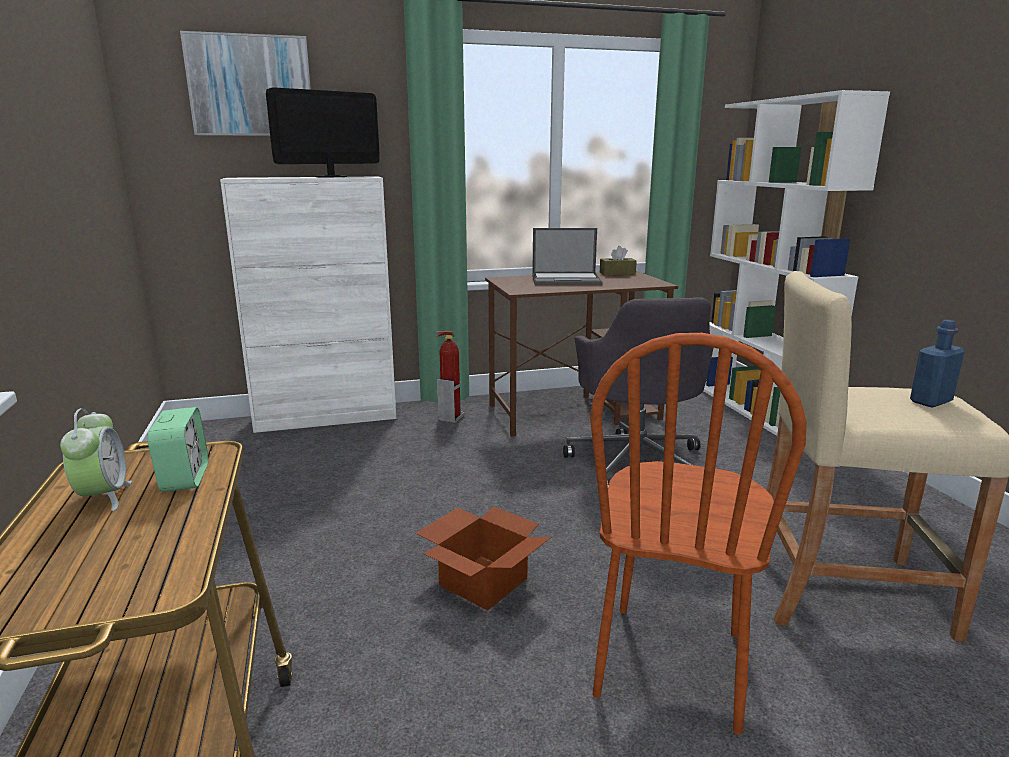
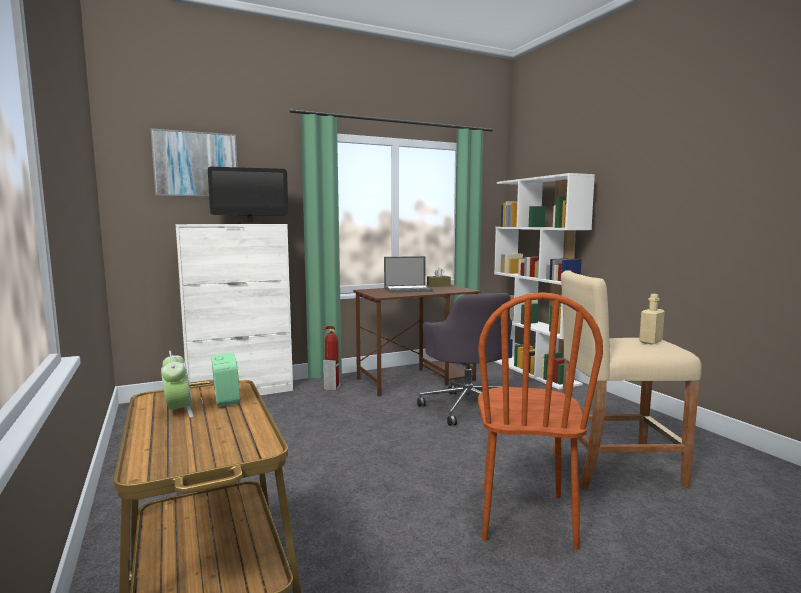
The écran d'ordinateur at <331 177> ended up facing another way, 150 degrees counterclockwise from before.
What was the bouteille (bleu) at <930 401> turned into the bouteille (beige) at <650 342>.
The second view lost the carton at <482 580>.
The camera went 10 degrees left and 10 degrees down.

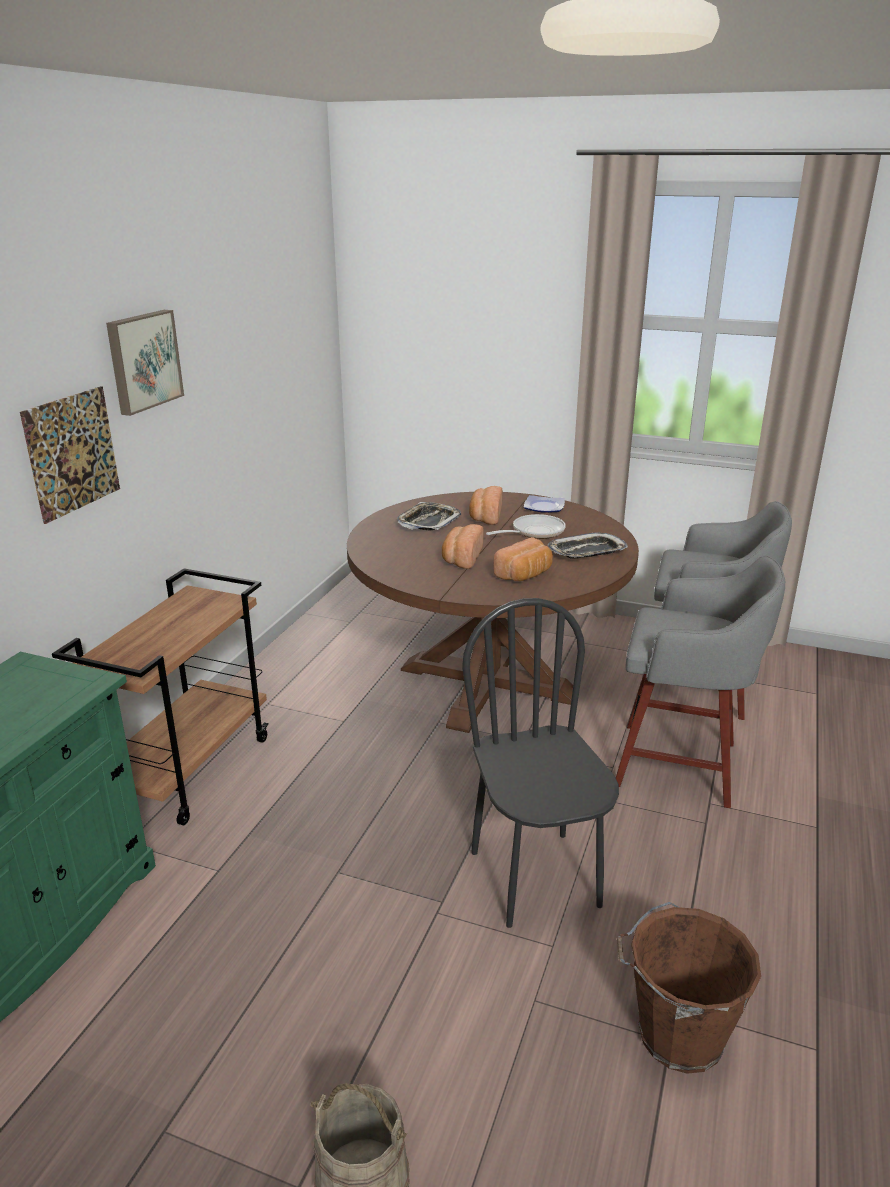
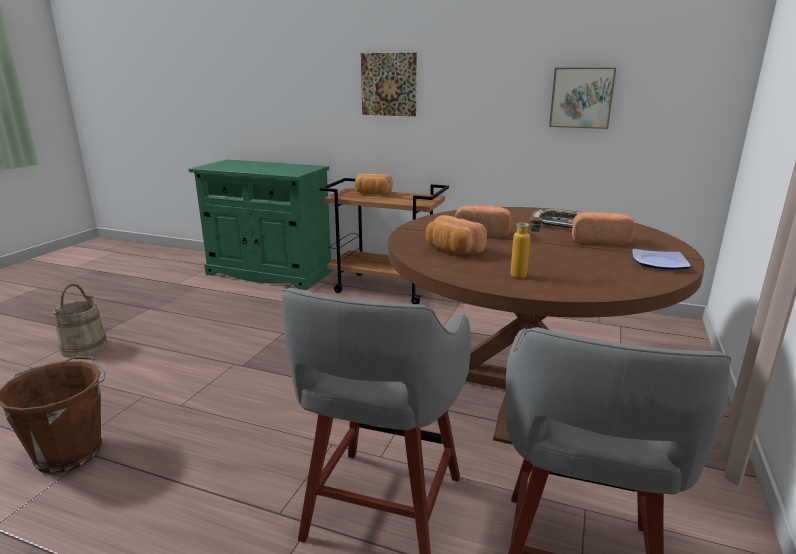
The second view gained the pain at <372 194>.
Where the plateau stood at <587 552>, the bouteille came to stand at <524 275>.
The tableau ended up elsewhere, having gone from <143 361> to <581 98>.
The second view lost the chaise (noir) at <536 878>.
The second view lost the poêle at <534 532>.
The camera went 90 degrees right and 5 degrees down.

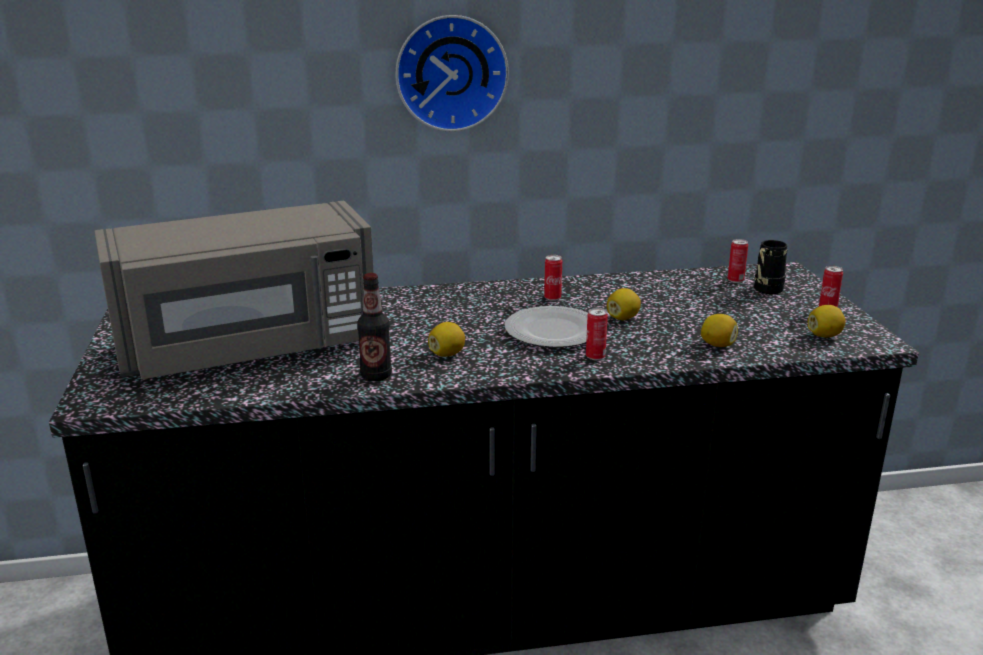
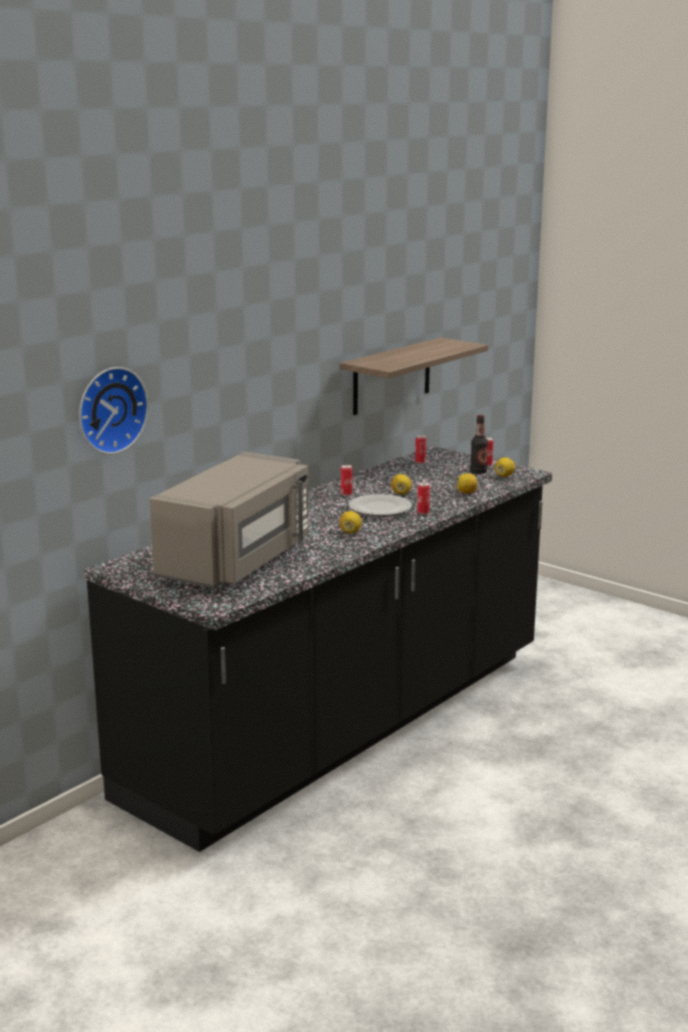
The horloge murale ended up elsewhere, having gone from <451 73> to <109 409>.
The second view gained the étagère at <391 376>.
The bouteille ended up elsewhere, having gone from <376 376> to <478 472>.
The second view lost the mug (noir) at <765 291>.
The camera went 40 degrees left and 5 degrees down.

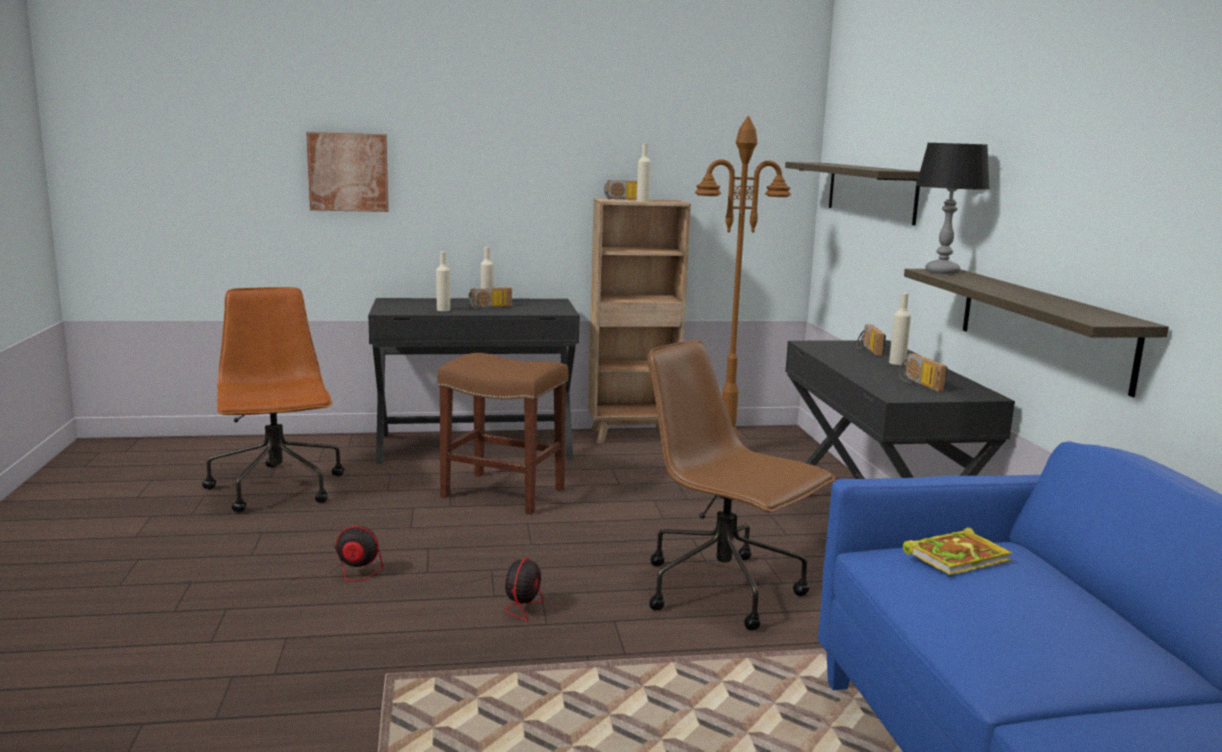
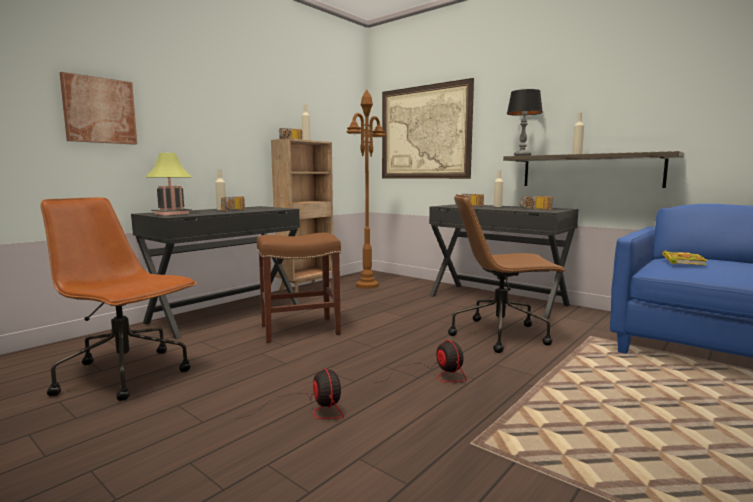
The second view gained the lampe de table at <171 214>.
The ventilateur at <337 580> ended up facing another way, 105 degrees clockwise from before.
Where the étagère hung at <870 191>, the tableau came to hang at <424 132>.
The bouteille (beige) ended up elsewhere, having gone from <443 310> to <577 154>.
The camera went 40 degrees left and 5 degrees down.

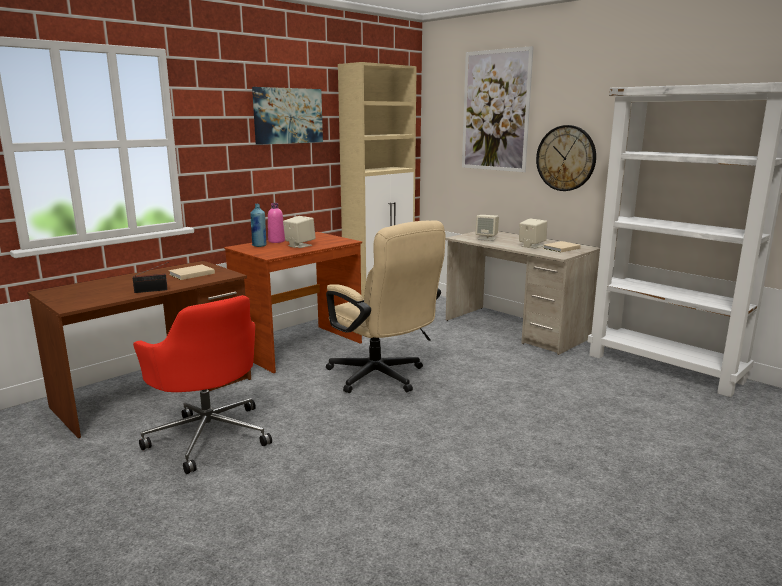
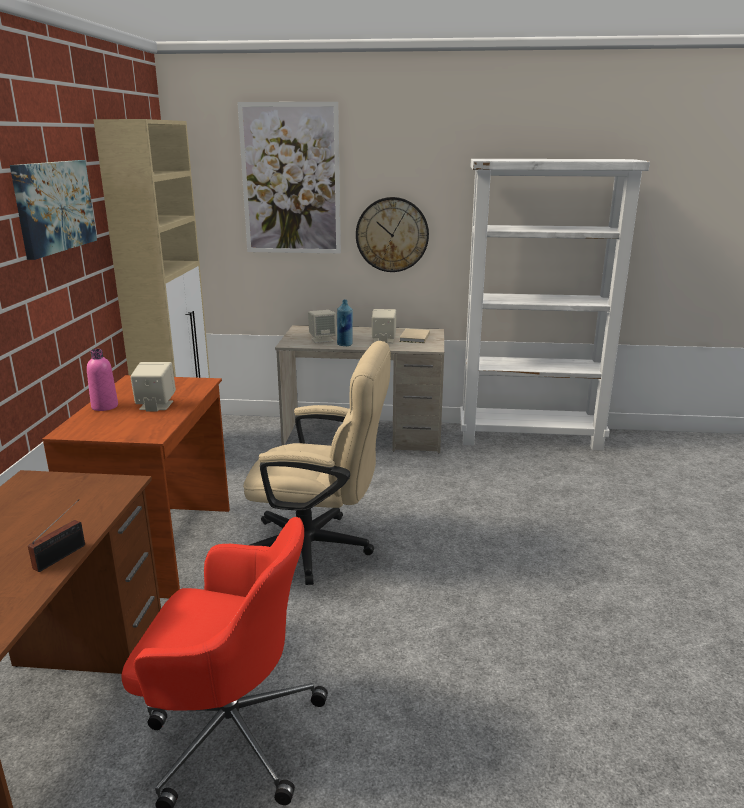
The bouteille (bleu) ended up elsewhere, having gone from <259 245> to <345 344>.
The second view lost the livre (beige) at <190 274>.
The camera went 40 degrees left and 5 degrees up.

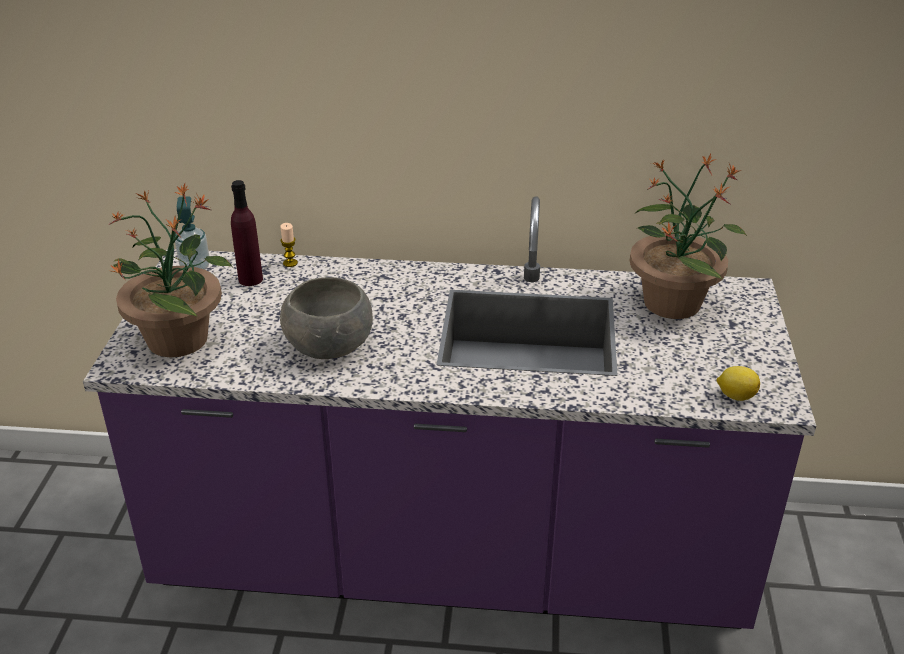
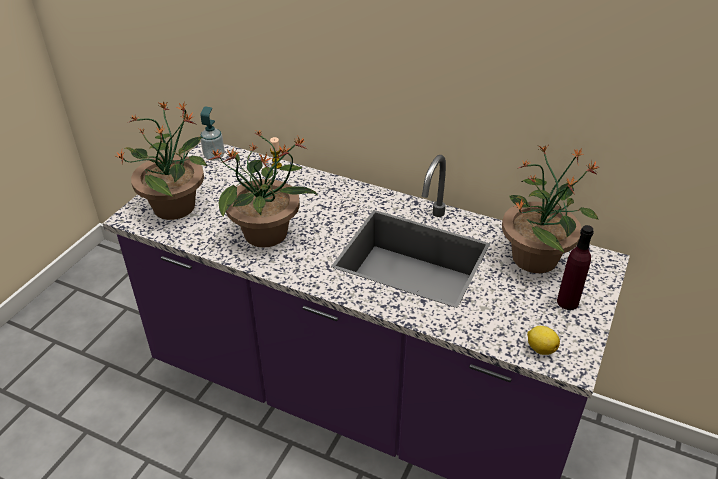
Where the bol (gris) stood at <329 345>, the plante en pot came to stand at <267 234>.
The bouteille (violet) ended up elsewhere, having gone from <250 279> to <567 302>.
The camera went 20 degrees right and 5 degrees up.

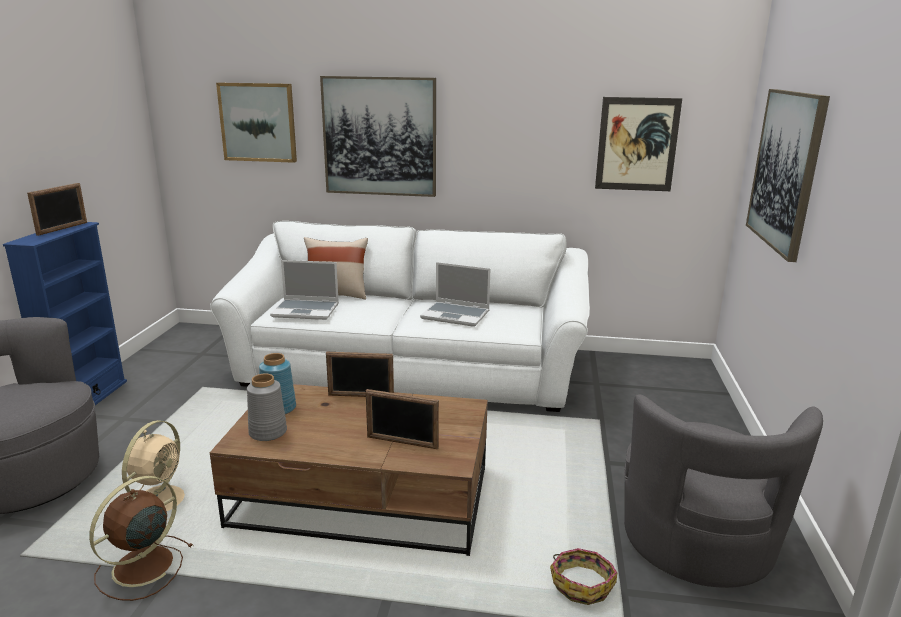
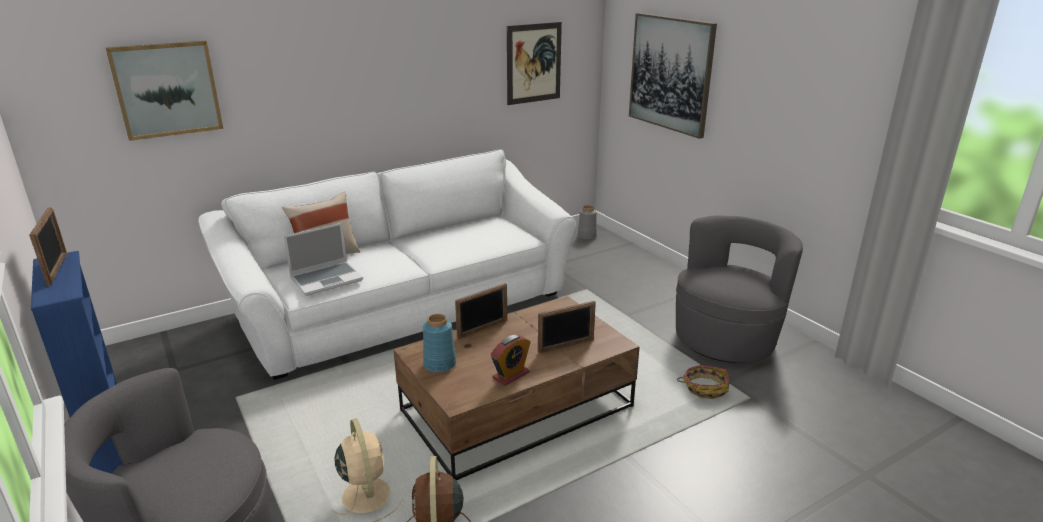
The second view gained the réveil at <511 375>.
The vase (gris) ended up elsewhere, having gone from <268 433> to <587 236>.
The fauteuil (gris) at <697 545> ended up facing another way, 105 degrees counterclockwise from before.
The second view lost the tableau at <380 136>.
The second view lost the ordinateur portable at <456 315>.
The camera went 40 degrees left and 5 degrees up.

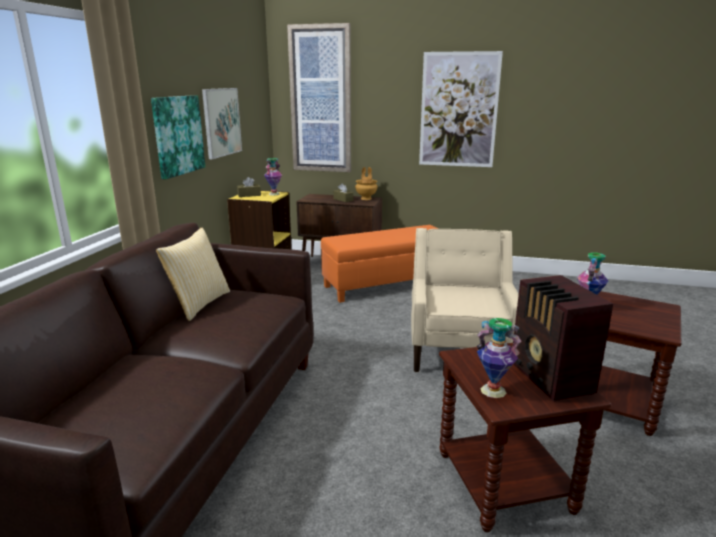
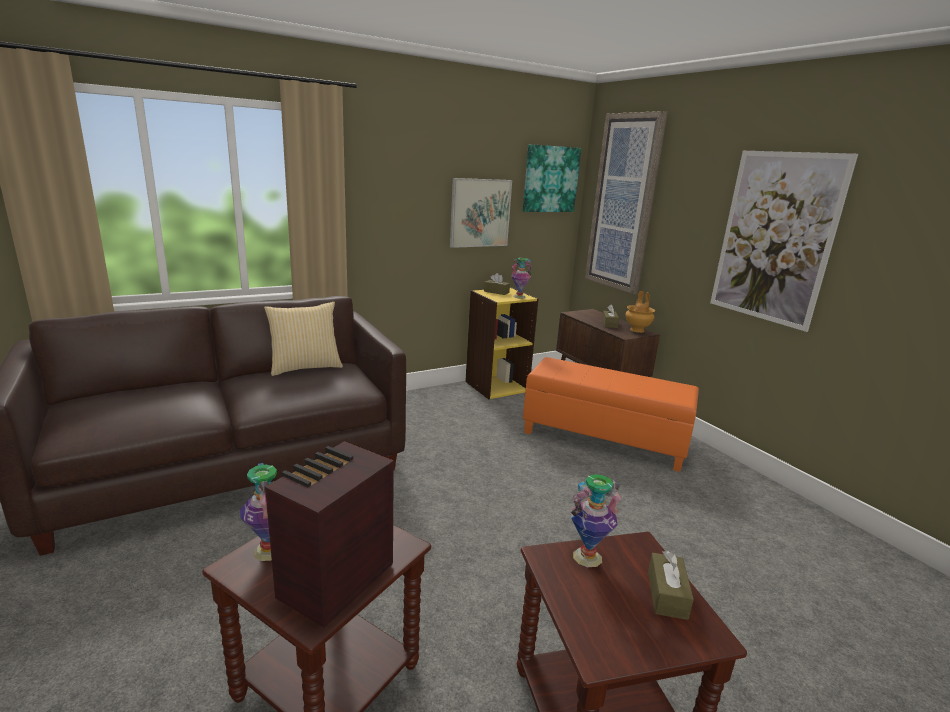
The tableau ended up elsewhere, having gone from <177 135> to <550 179>.
The second view gained the boîte à mouchoirs (marron) at <667 594>.
The second view lost the fauteuil (beige) at <459 348>.
The camera went 45 degrees right and 0 degrees up.

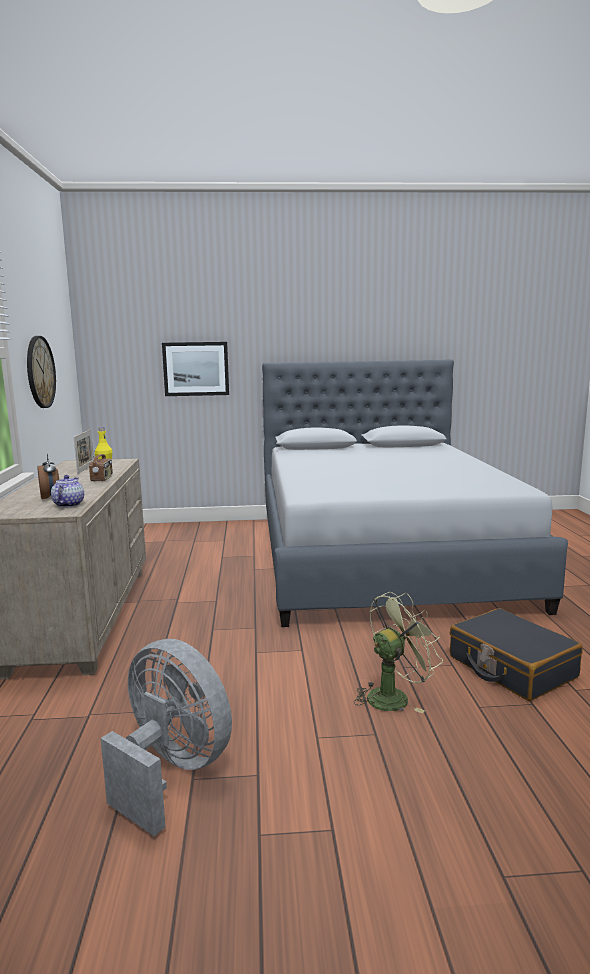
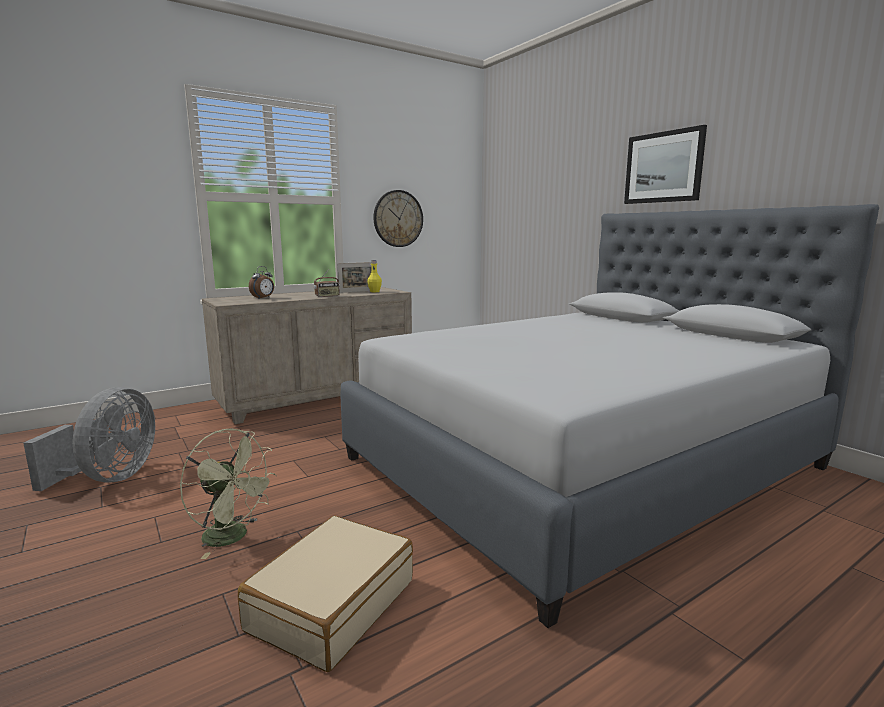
What was the valise (noir) at <511 667> turned into the valise (beige) at <332 604>.
The tableau ended up elsewhere, having gone from <196 369> to <663 167>.
The second view lost the théière at <68 504>.
The camera went 60 degrees right and 0 degrees up.

